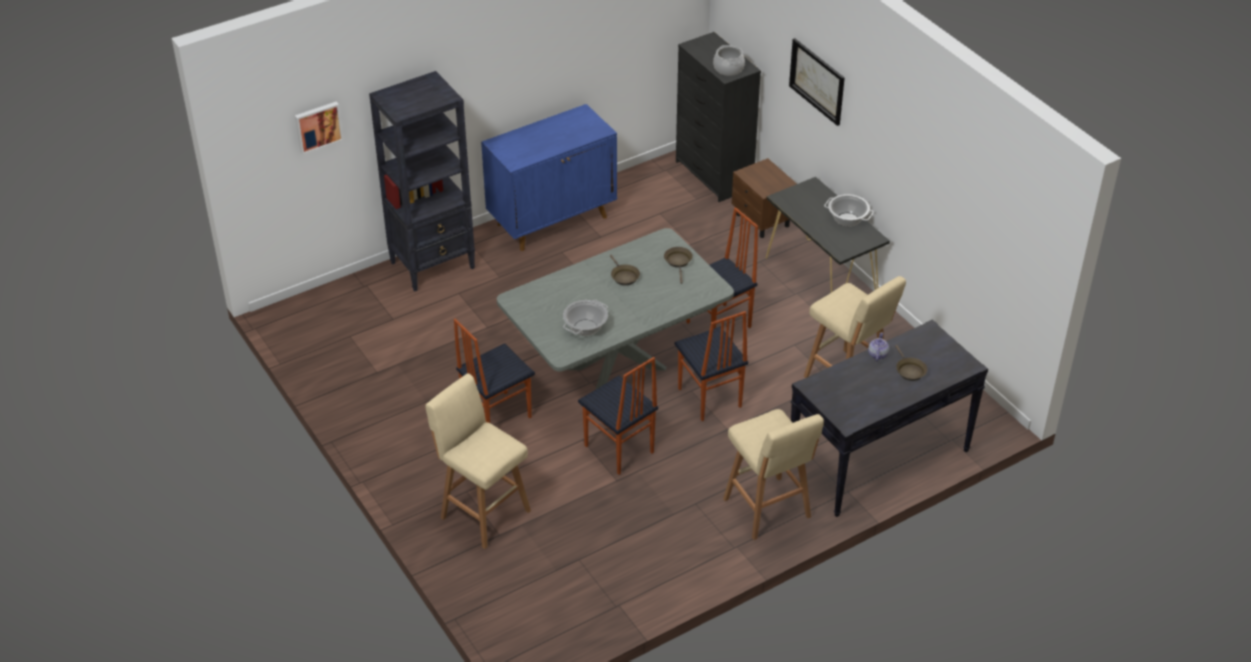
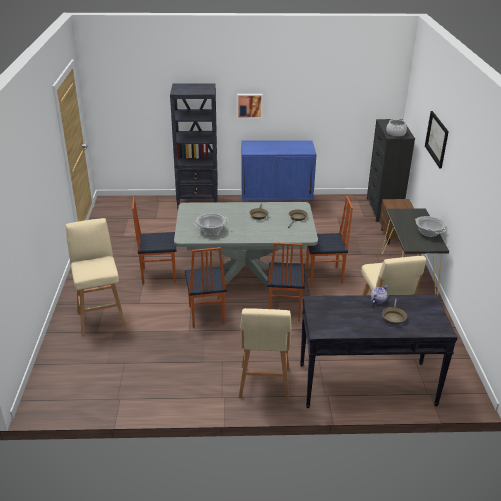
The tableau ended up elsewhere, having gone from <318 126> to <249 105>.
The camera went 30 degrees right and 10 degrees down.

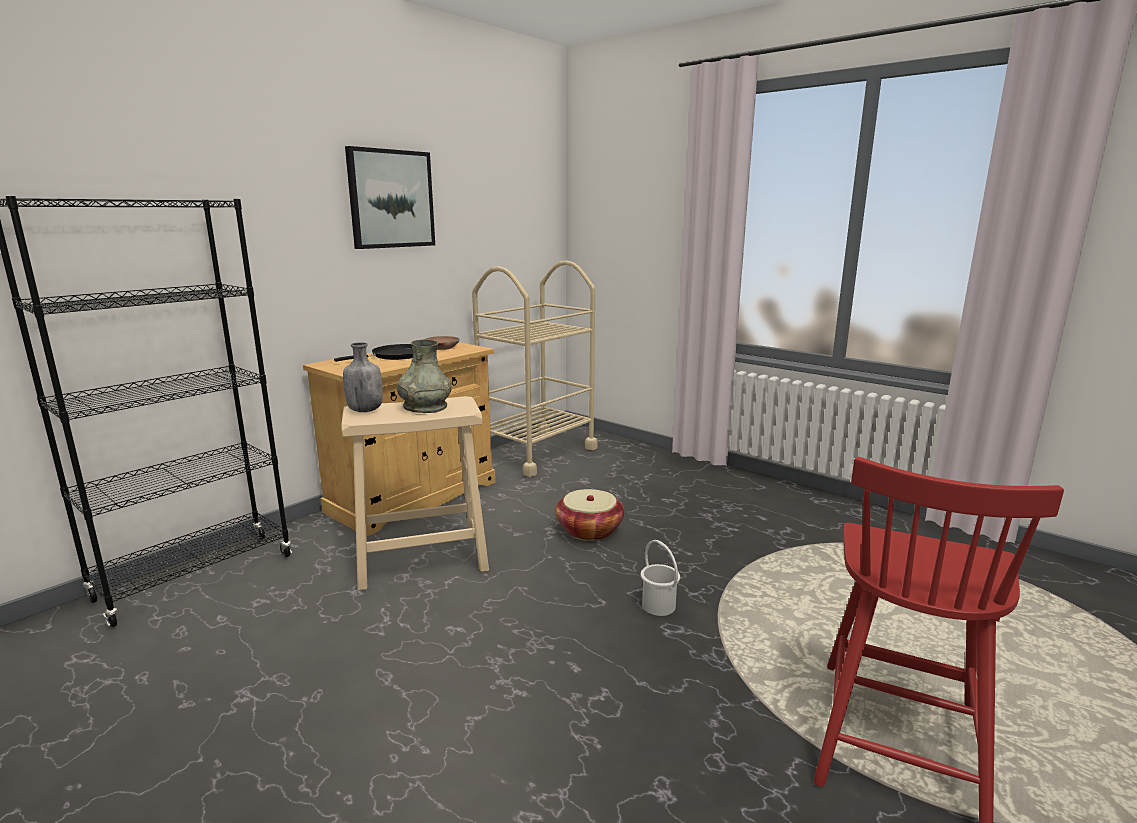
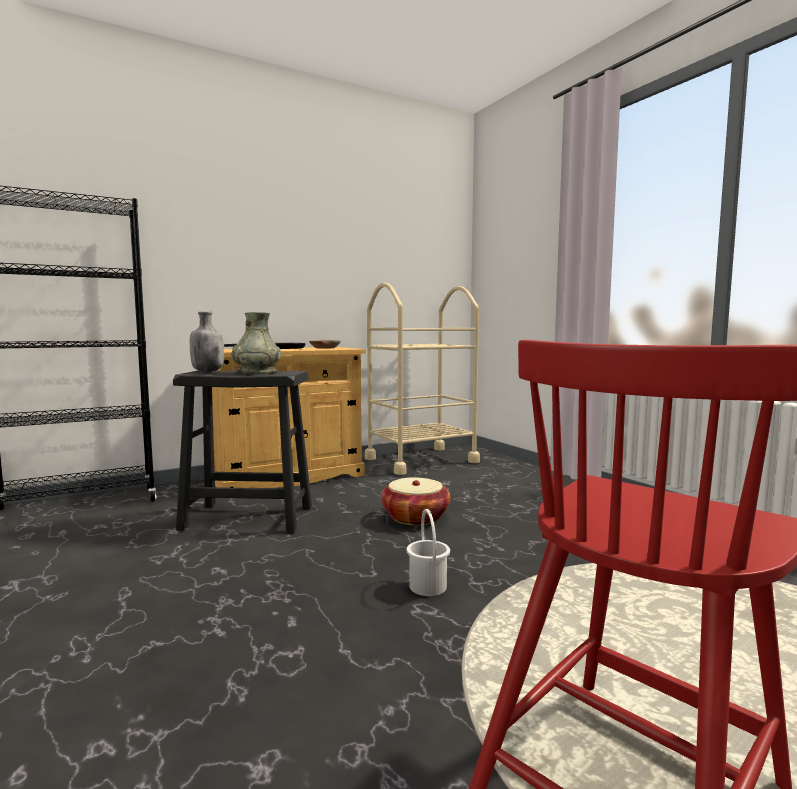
What was the tabouret (beige) at <421 559> turned into the tabouret (noir) at <247 517>.
The second view lost the tableau at <391 199>.
The camera went 20 degrees right and 10 degrees down.

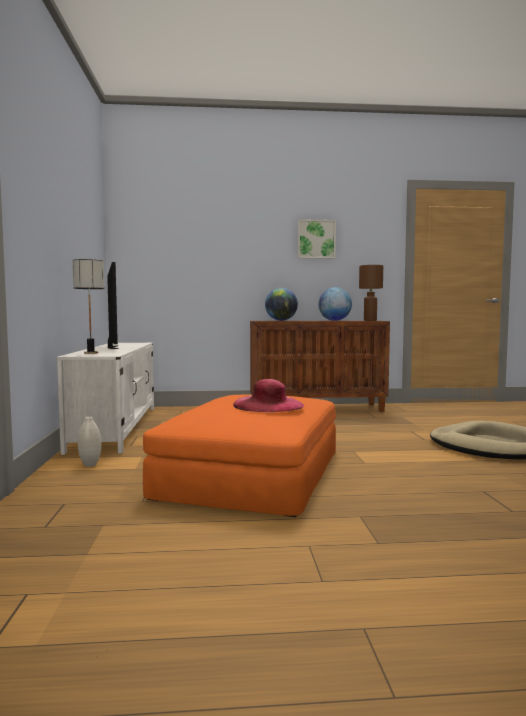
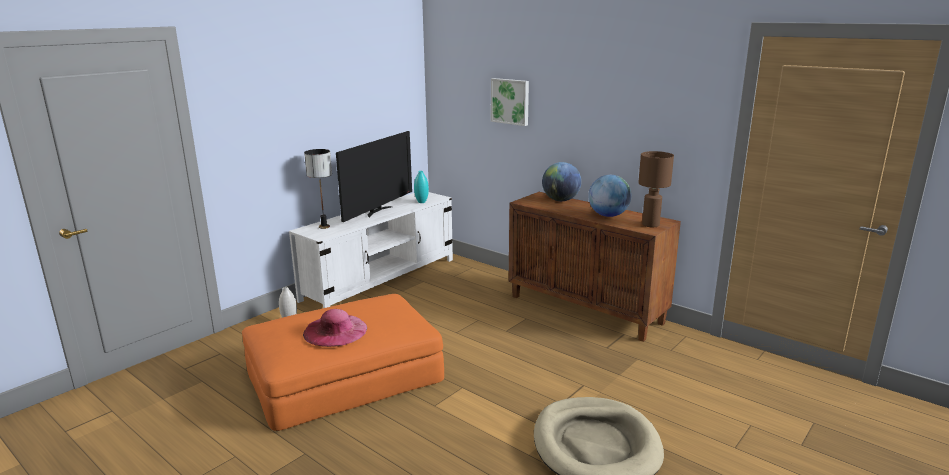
The second view gained the vase (turquoise) at <421 202>.
The tableau ended up elsewhere, having gone from <316 239> to <510 101>.
The camera went 45 degrees right and 15 degrees up.

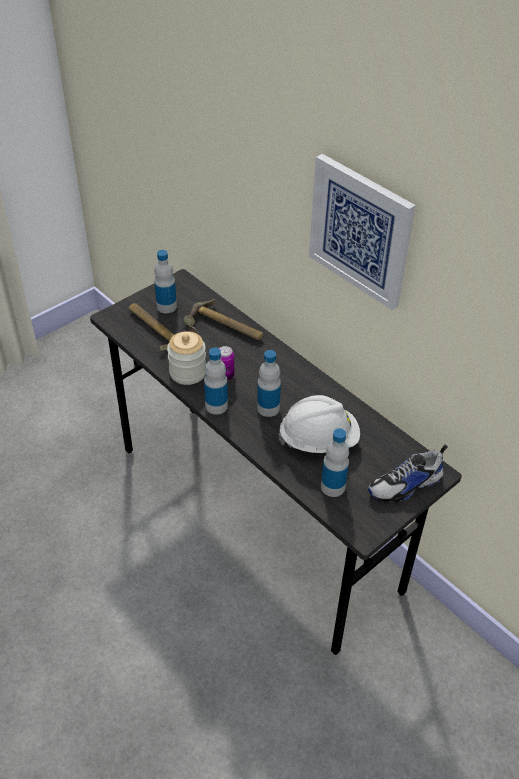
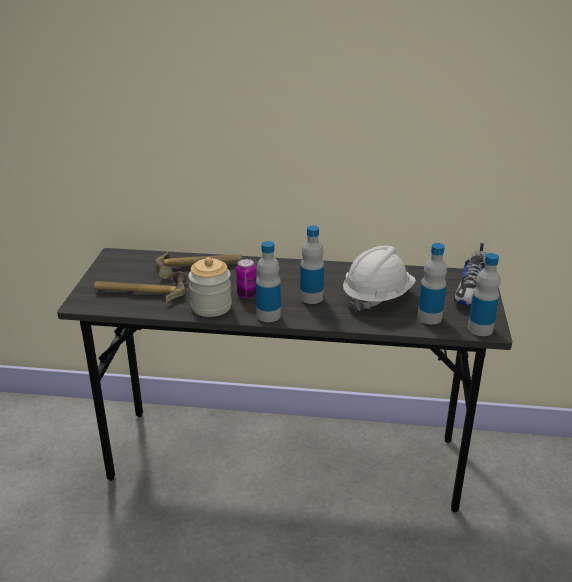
The bouteille ended up elsewhere, having gone from <166 306> to <480 329>.
The second view lost the tableau at <360 231>.
The camera went 40 degrees left and 15 degrees down.

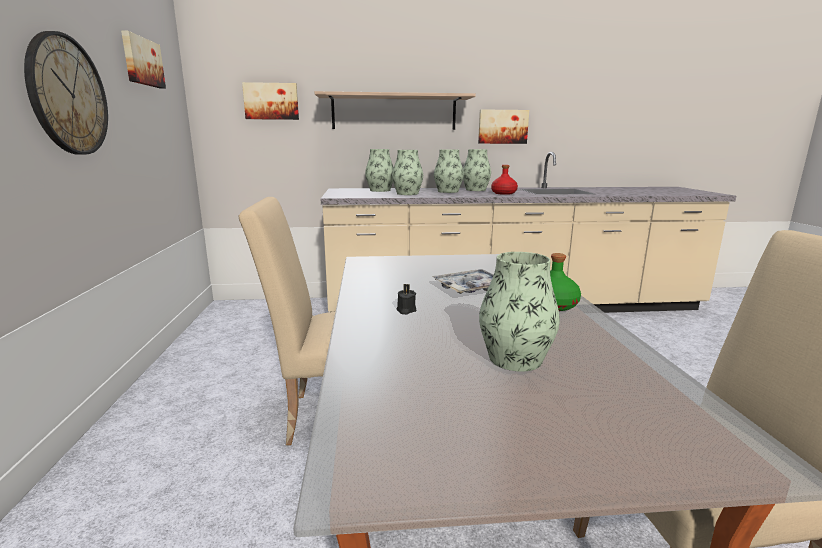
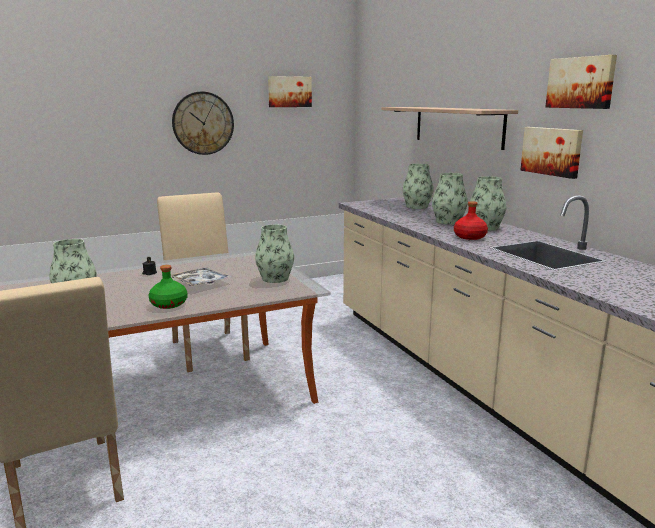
The vase ended up elsewhere, having gone from <407 193> to <275 278>.
The tableau ended up elsewhere, having gone from <271 101> to <581 82>.
The camera went 70 degrees right and 0 degrees up.

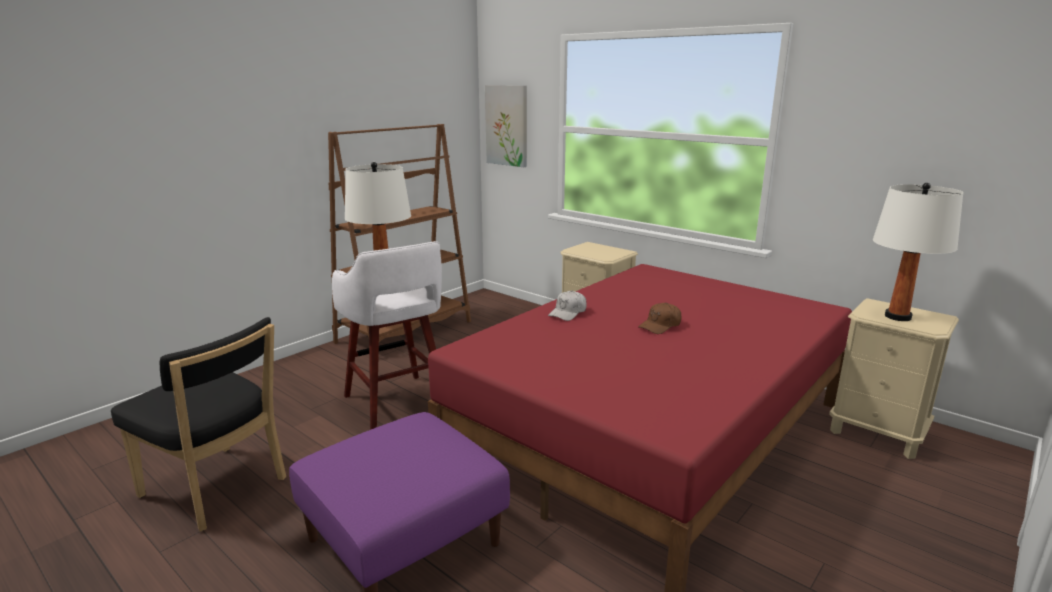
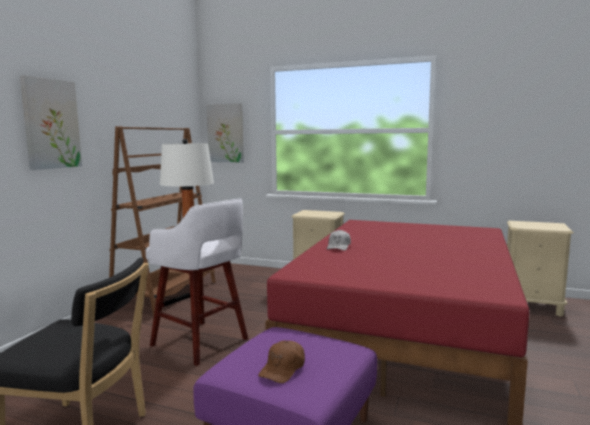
The second view gained the tableau at <51 124>.
The casquette (marron) ended up elsewhere, having gone from <660 326> to <283 369>.
The second view lost the lampe de table (blanc) at <897 317>.
The camera went 20 degrees left and 10 degrees down.

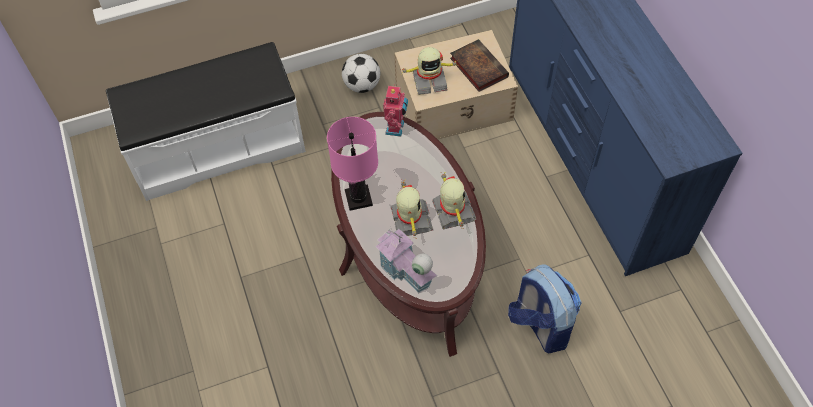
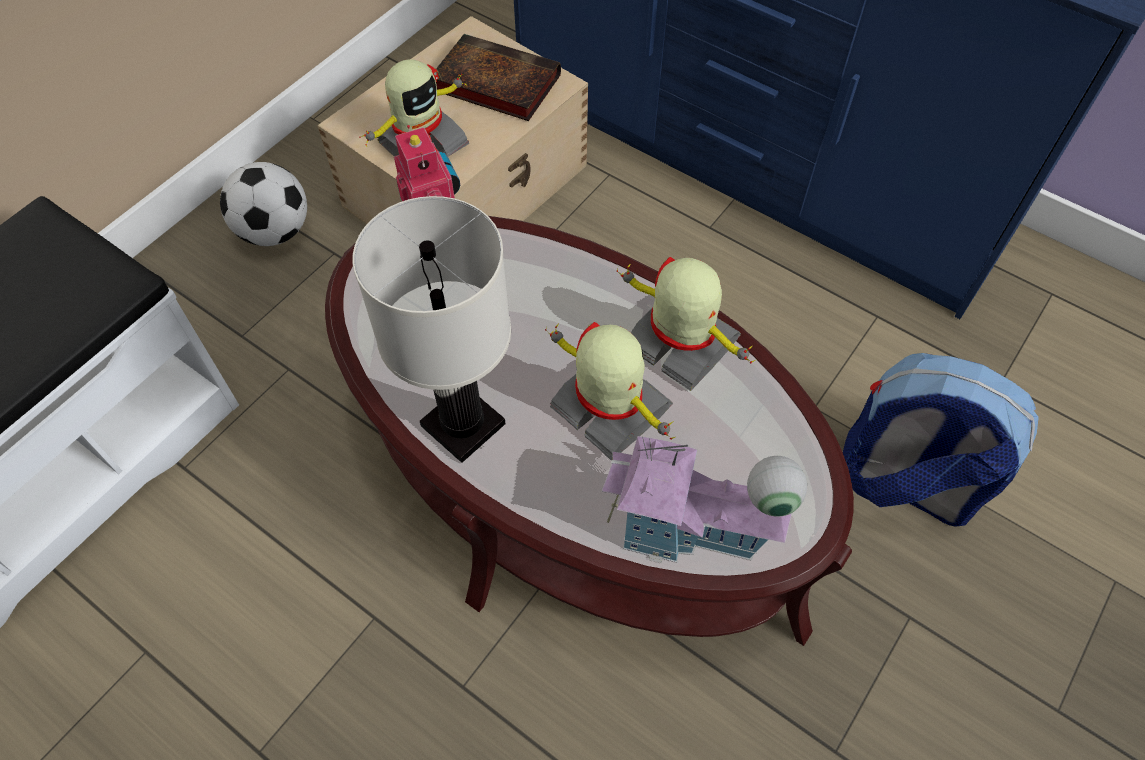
What was the lampe de table (rose) at <359 198> turned into the lampe de table (blanc) at <464 425>.
The camera went 35 degrees left and 0 degrees up.

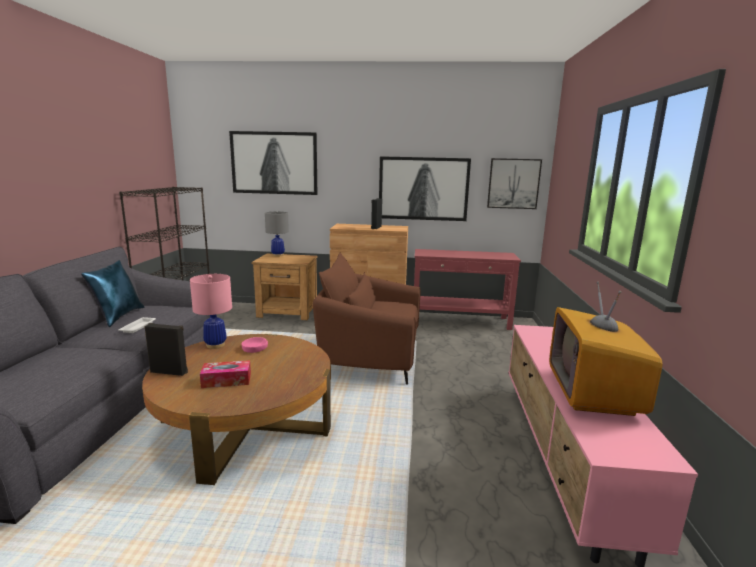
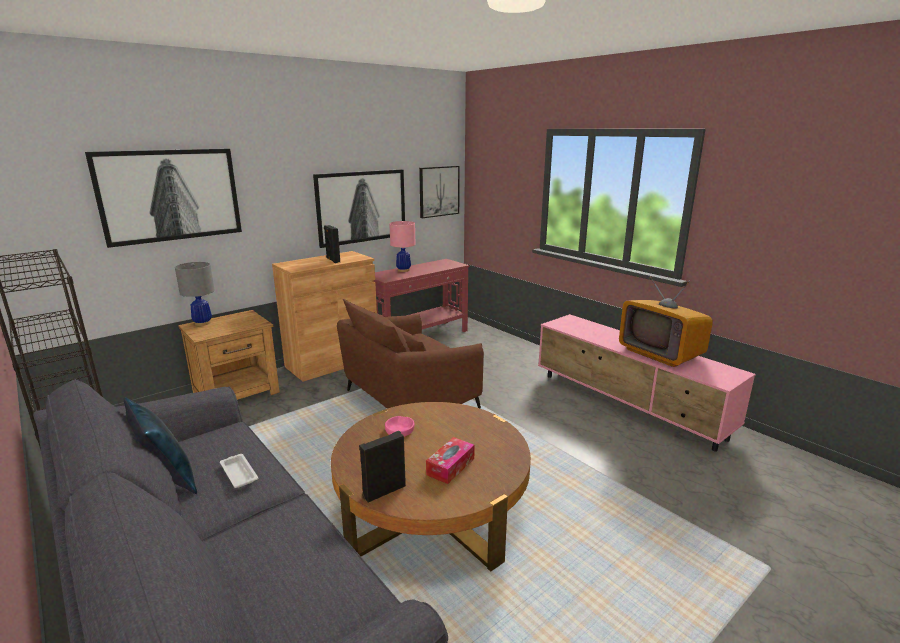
The lampe de table (rose) ended up elsewhere, having gone from <215 345> to <403 270>.
The camera went 45 degrees left and 5 degrees up.

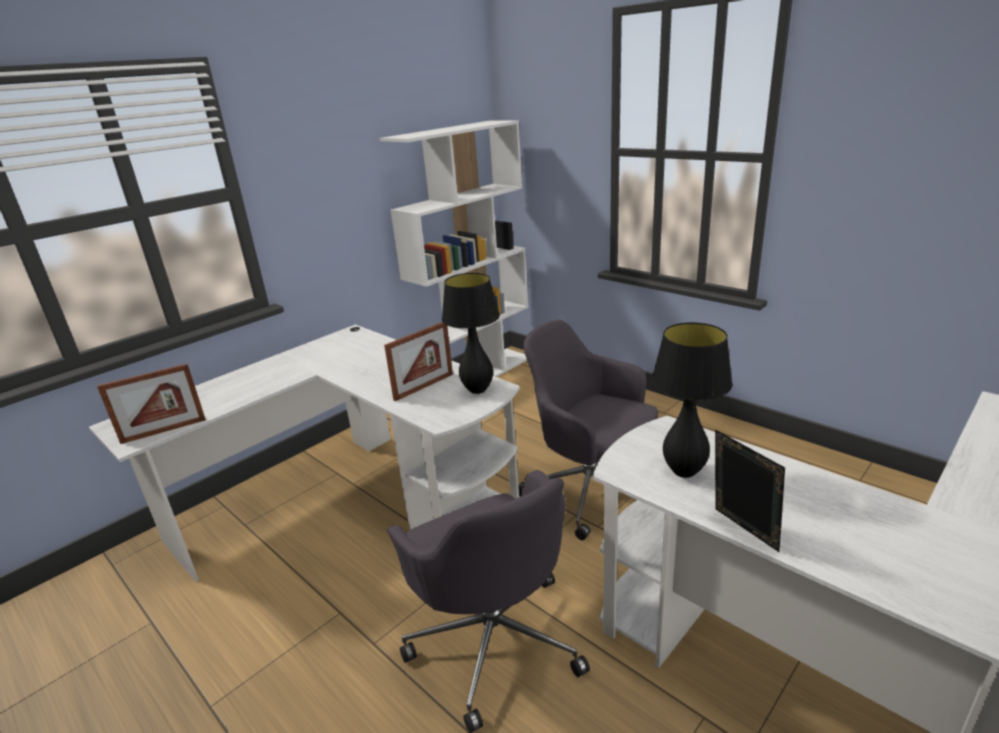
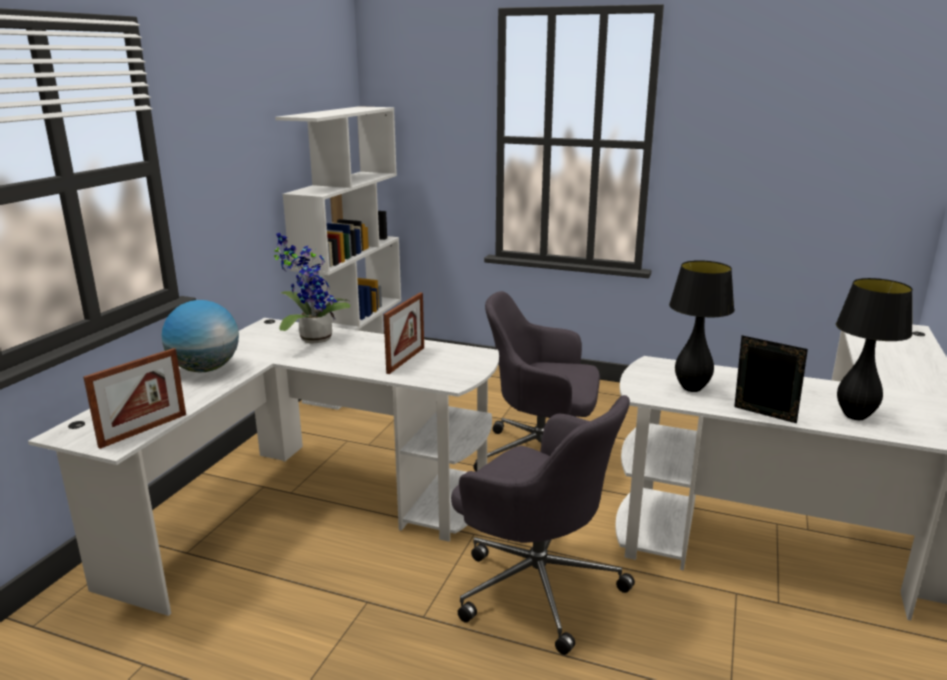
The second view gained the globe at <205 369>.
The second view gained the plante en pot at <312 338>.
The lampe de table (noir) ended up elsewhere, having gone from <477 390> to <855 416>.
The camera went 25 degrees left and 5 degrees down.

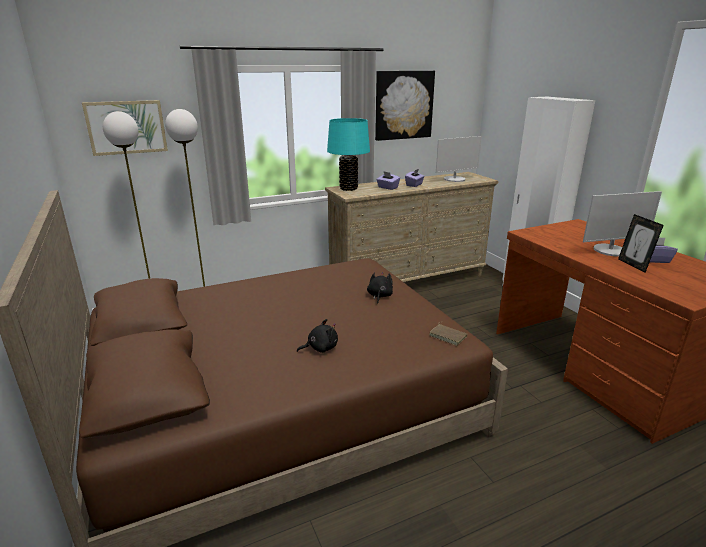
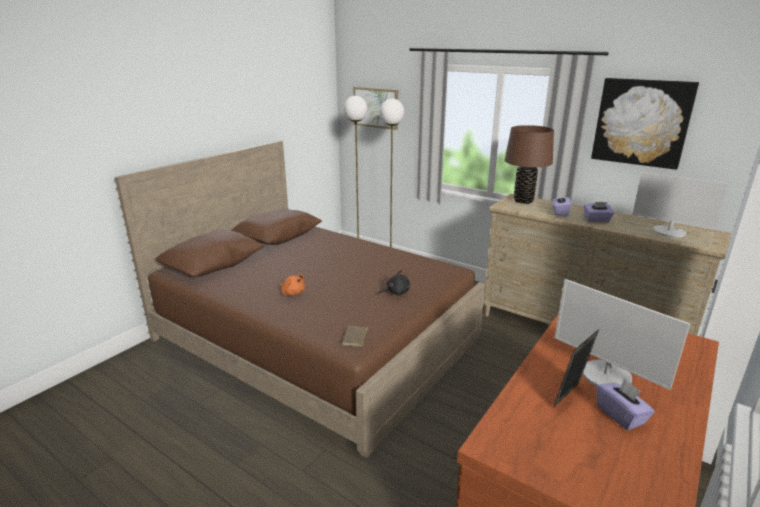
What was the peluche (noir) at <320 348> turned into the peluche (orange) at <292 293>.
What was the lampe de table (turquoise) at <348 188> turned into the lampe de table (marron) at <523 201>.
The camera went 60 degrees right and 0 degrees up.

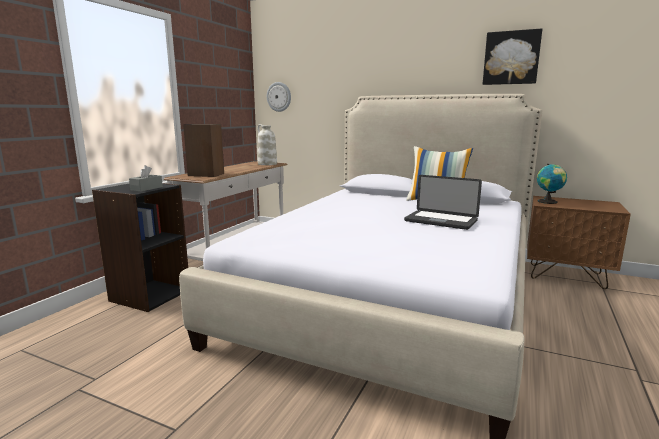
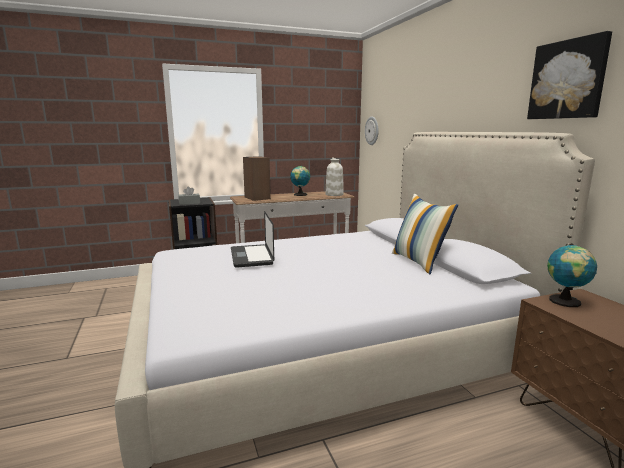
The ordinateur portable ended up elsewhere, having gone from <440 221> to <251 256>.
The second view gained the globe at <300 195>.
The camera went 45 degrees right and 0 degrees up.

